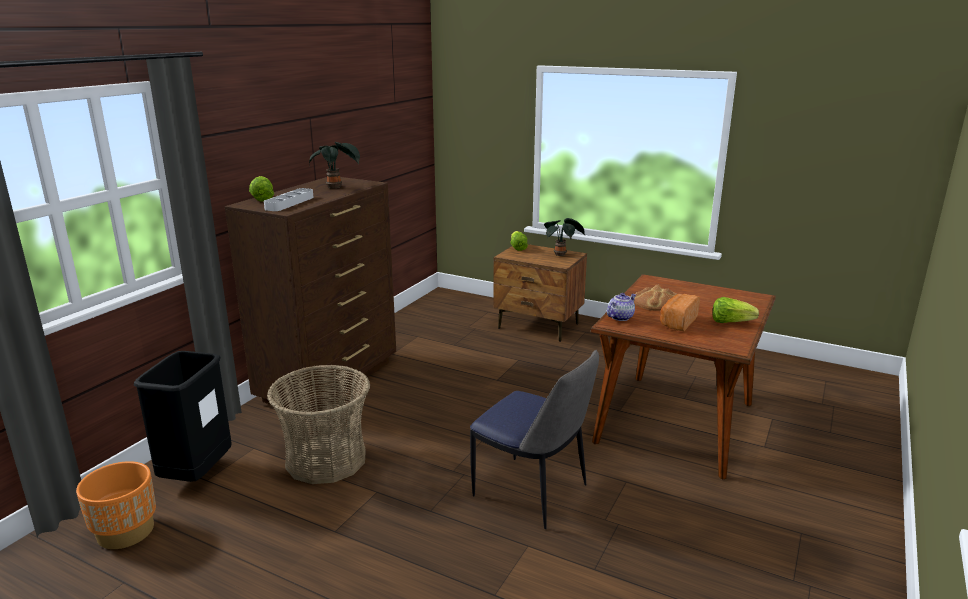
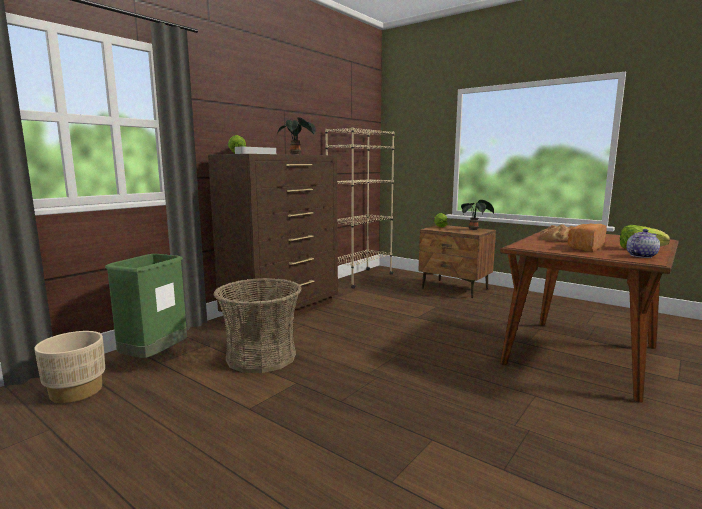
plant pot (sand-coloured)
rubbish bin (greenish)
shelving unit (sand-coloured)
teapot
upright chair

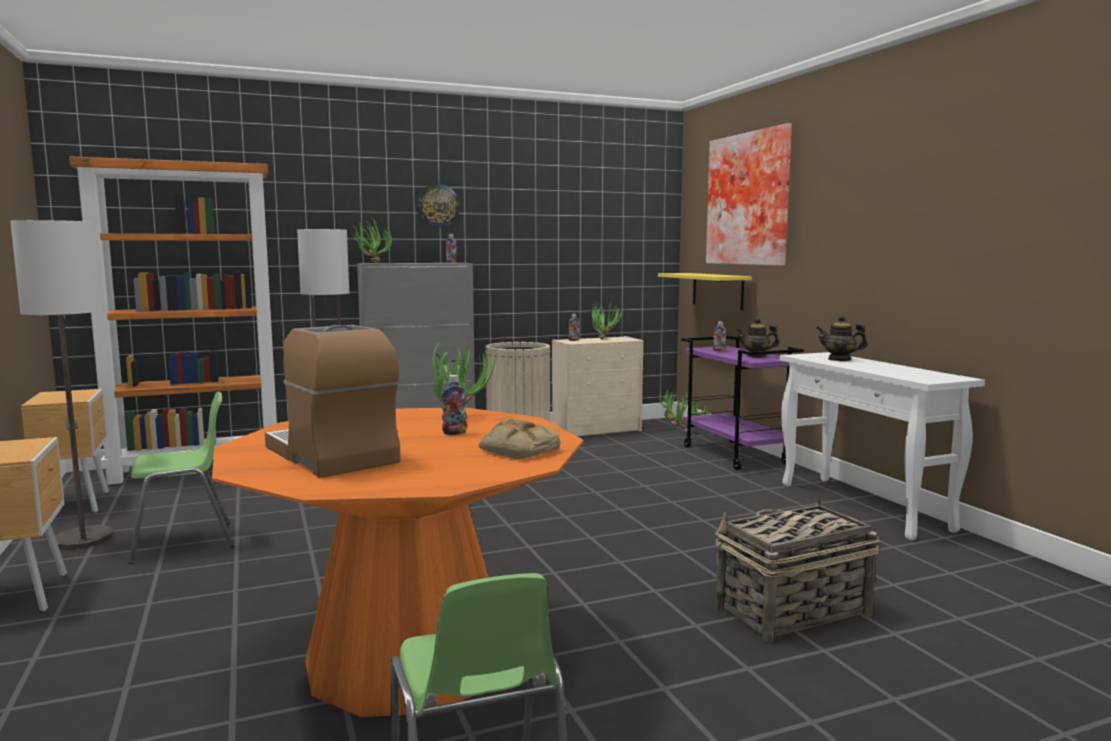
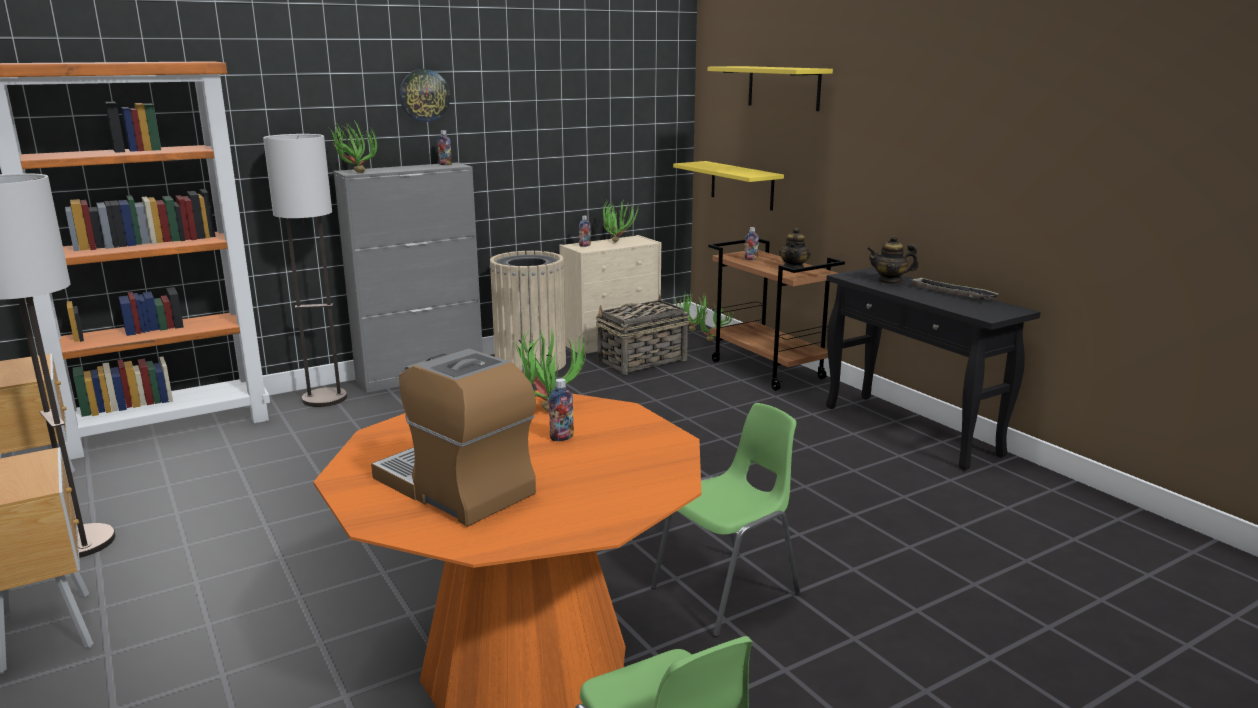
household basket
upright chair (greenish) (2nd from left)
shelf (yellow) (2nd from left)
cart (brown-coloured)
teapot (1st from left)
console table (black-coloured)
serving tray
bread

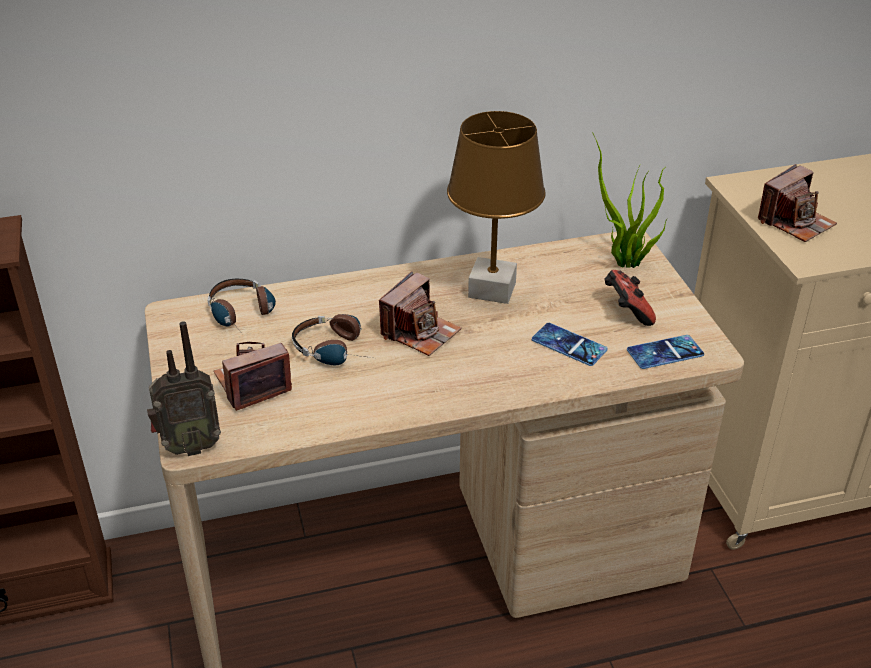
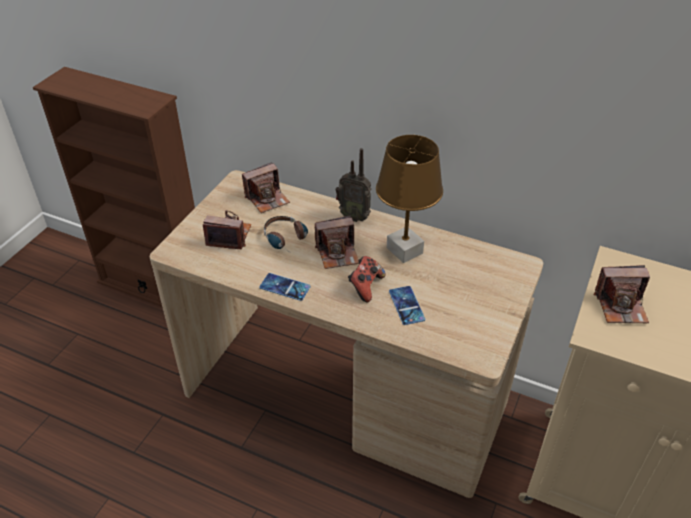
photo camera (2nd from left)
telephone (1st from left)
radio set
game controller
potted plant

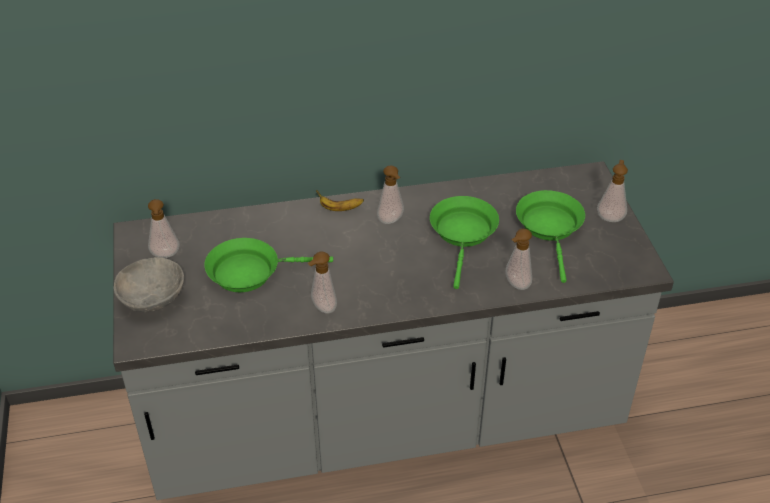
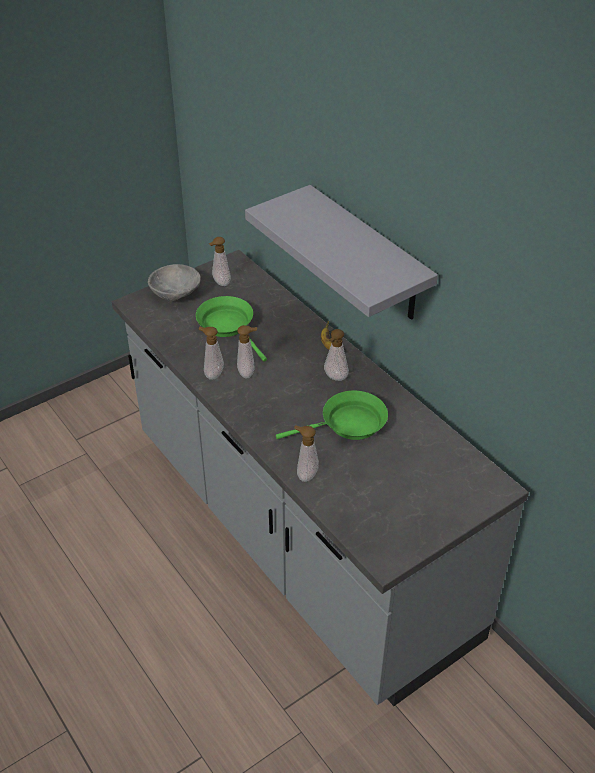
soap bottle (3rd from left)
shelf (grey)
frying pan (greenish) (3rd from left in the first image)

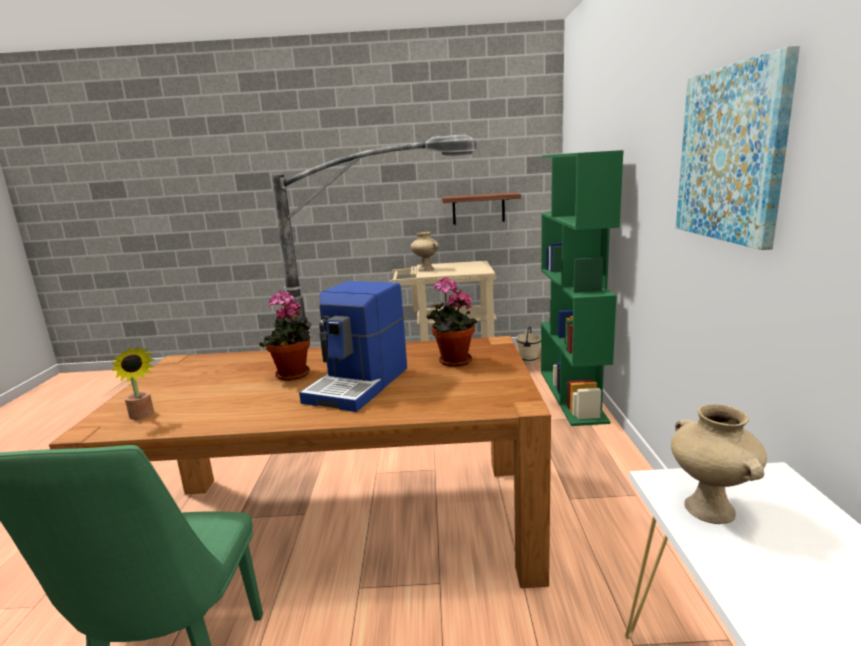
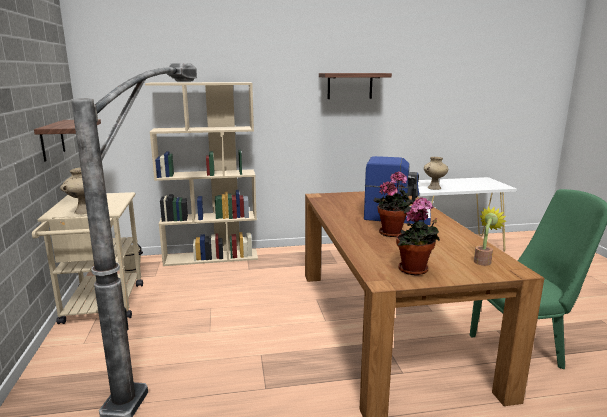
shelving unit (sand-coloured)
shelf (2nd from left)
potted plant (2nd from left)

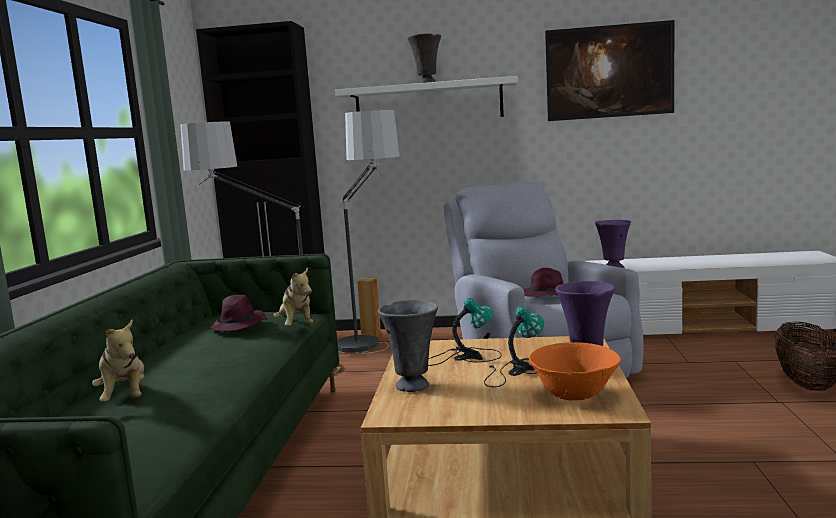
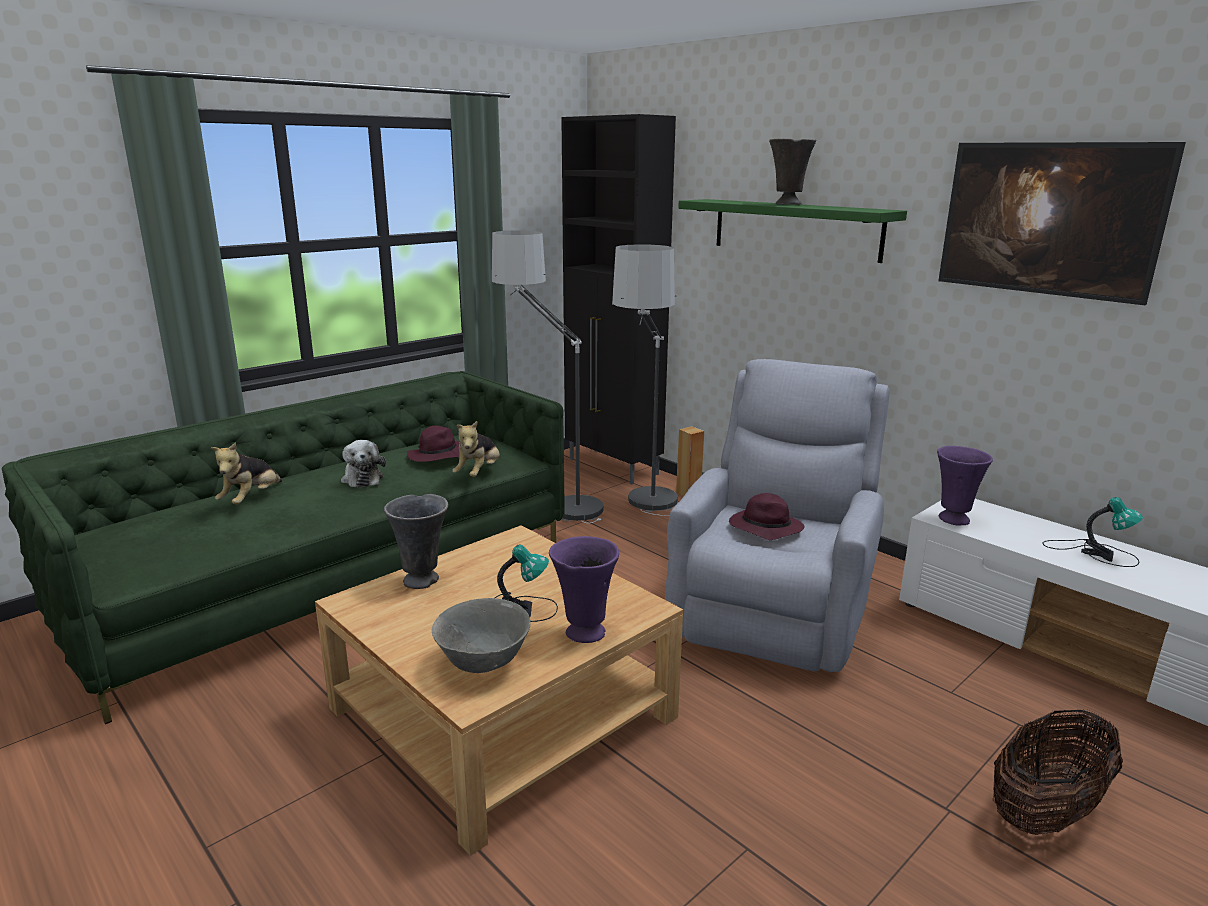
plush toy (2nd from left)
deep dish (grey)
shelf (greenish)
lamp for a table (2nd from left)

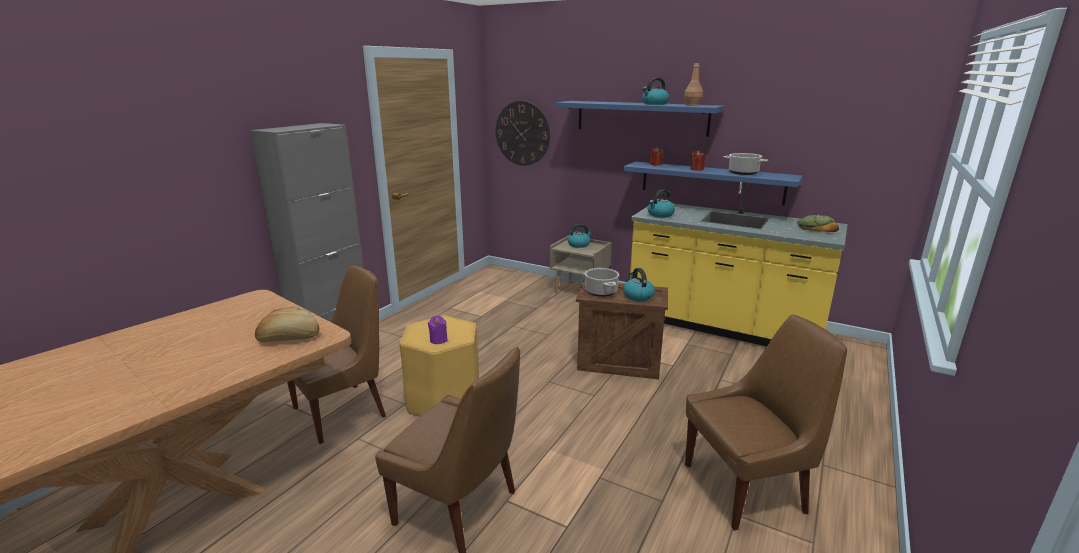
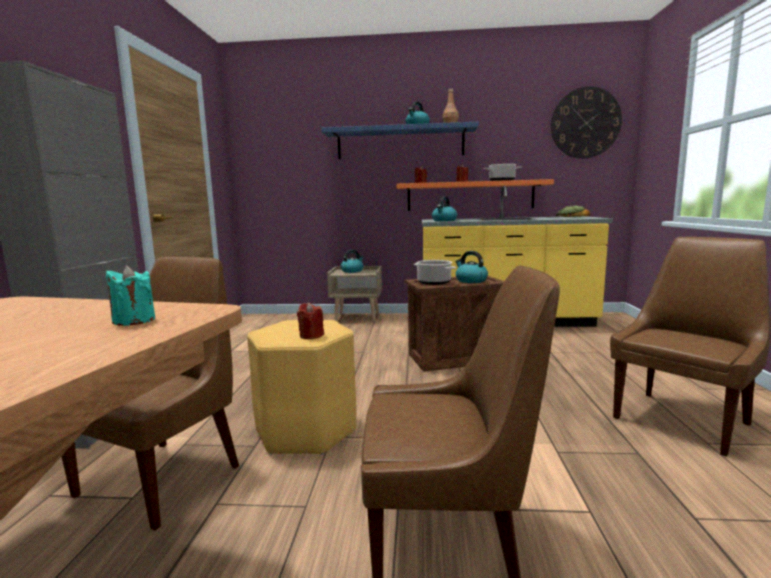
wax light (turquoise-coloured)
wax light (red) (1st from left)
shelf (orange-coloured)
hanging clock

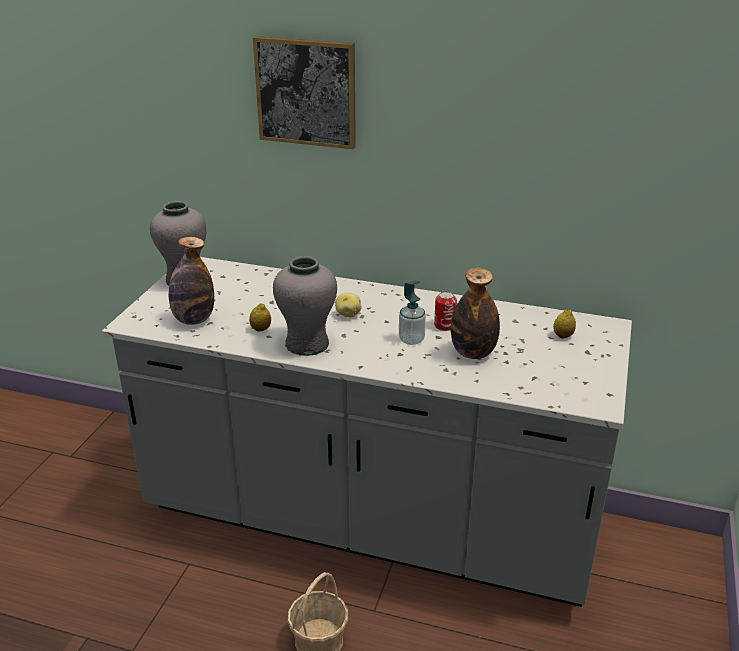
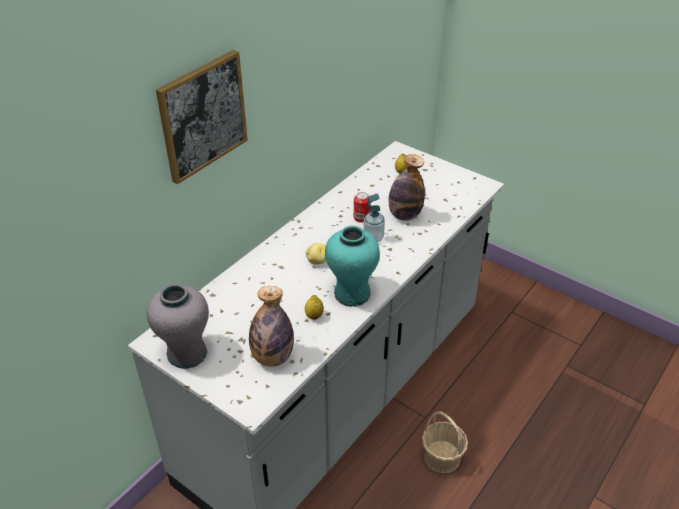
vase (turquoise-coloured)

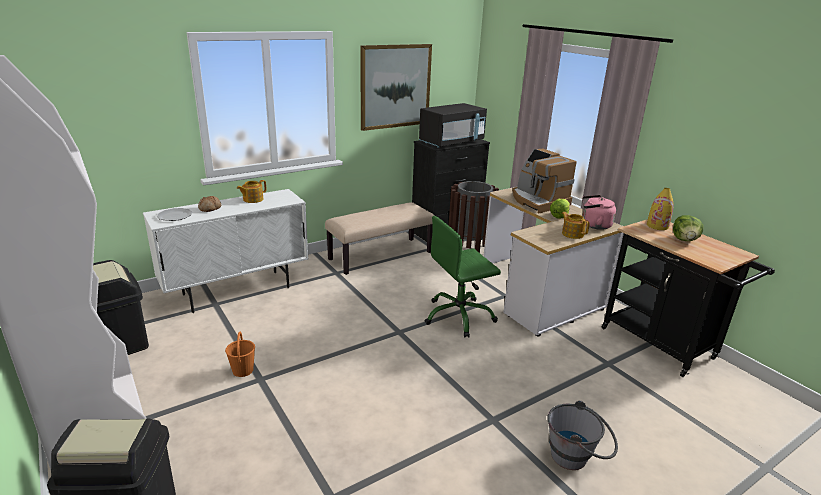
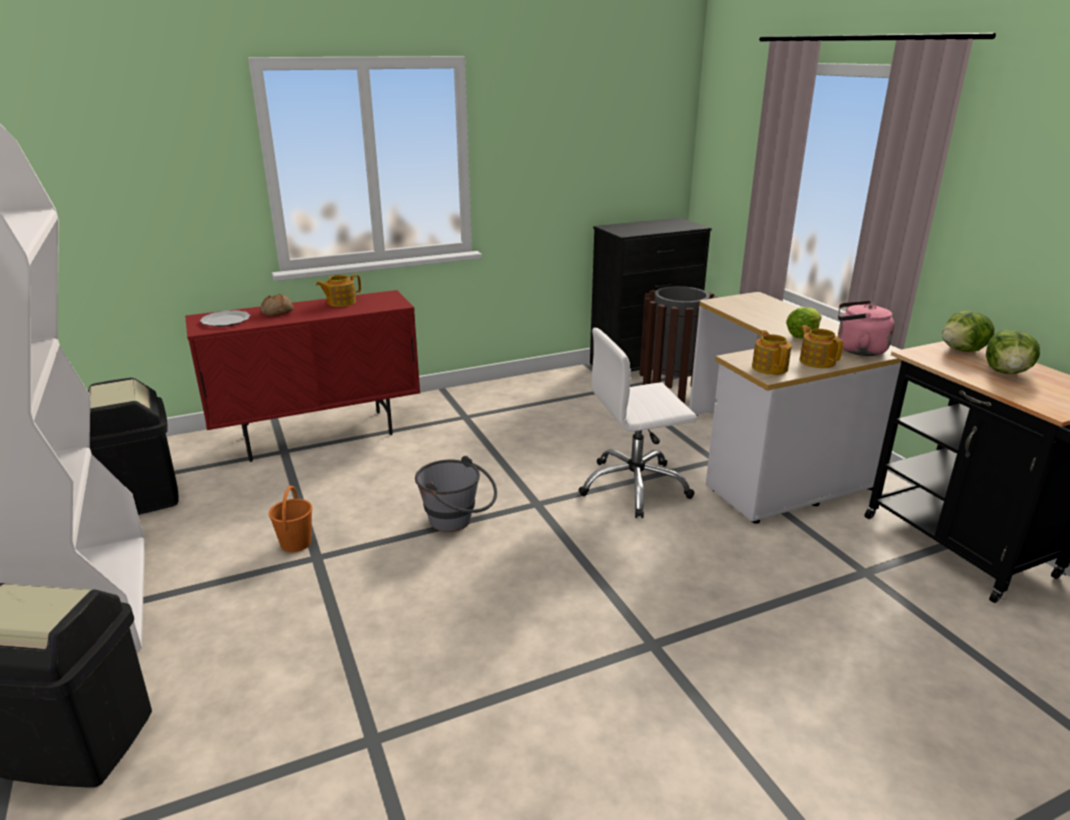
cabinet (red)
water bucket (grey)
office chair (white-coloured)
teapot (2nd from left)
lettuce (2nd from left)
indoor bench (sand-coloured)
wall picture
microwave (black-coloured)
coffee brewer

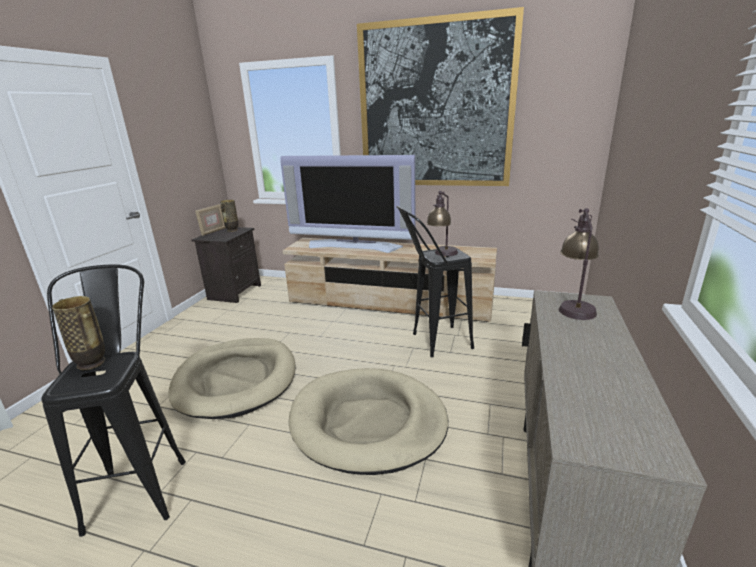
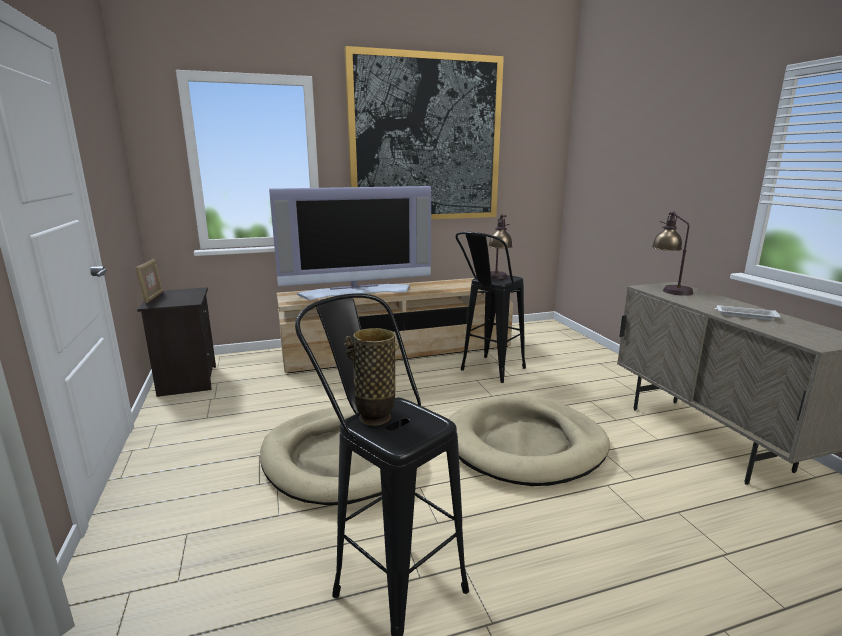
serving tray (white-coloured)
vase (2nd from left in the first image)

